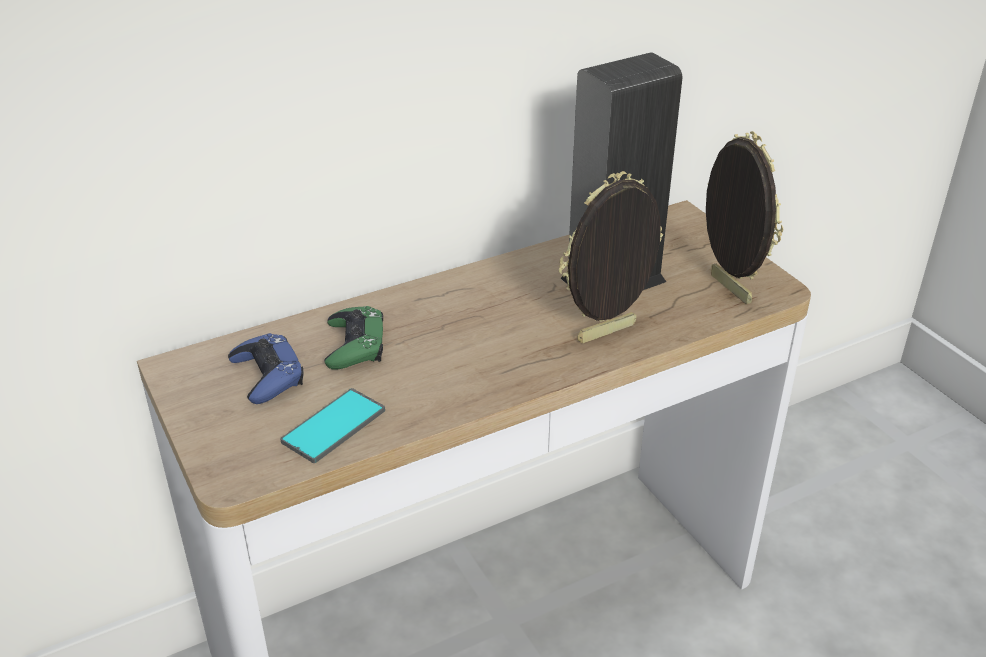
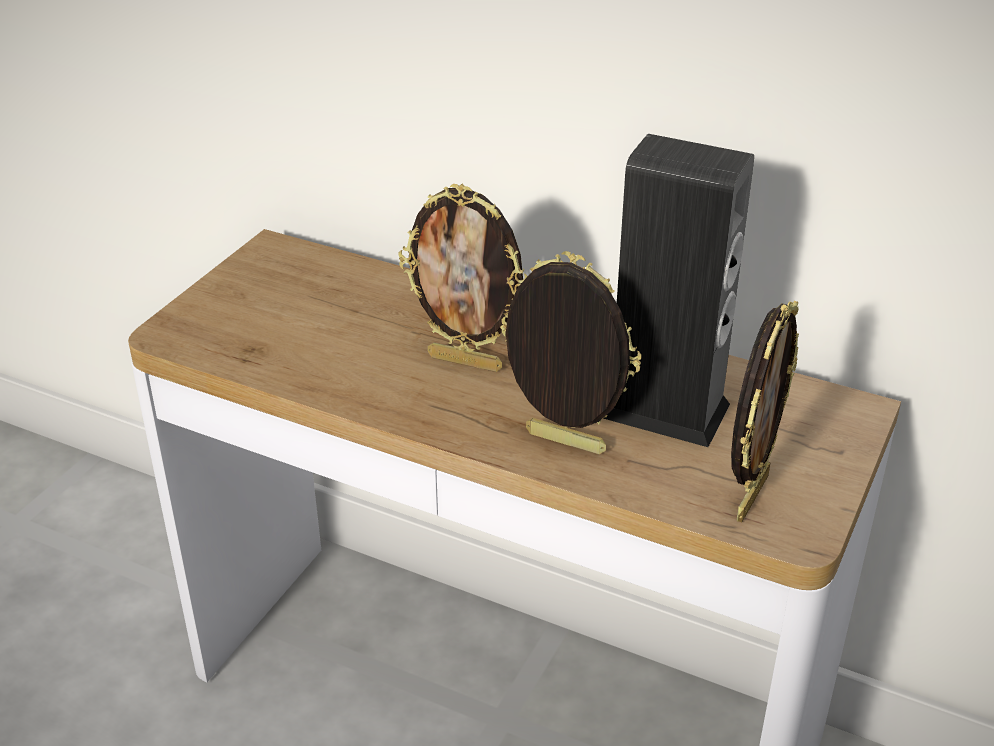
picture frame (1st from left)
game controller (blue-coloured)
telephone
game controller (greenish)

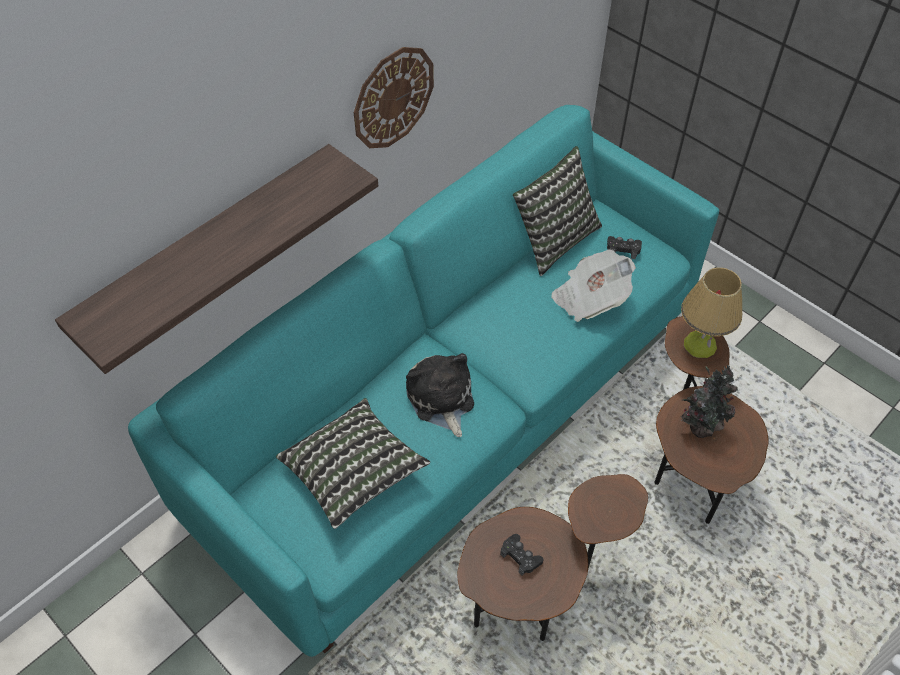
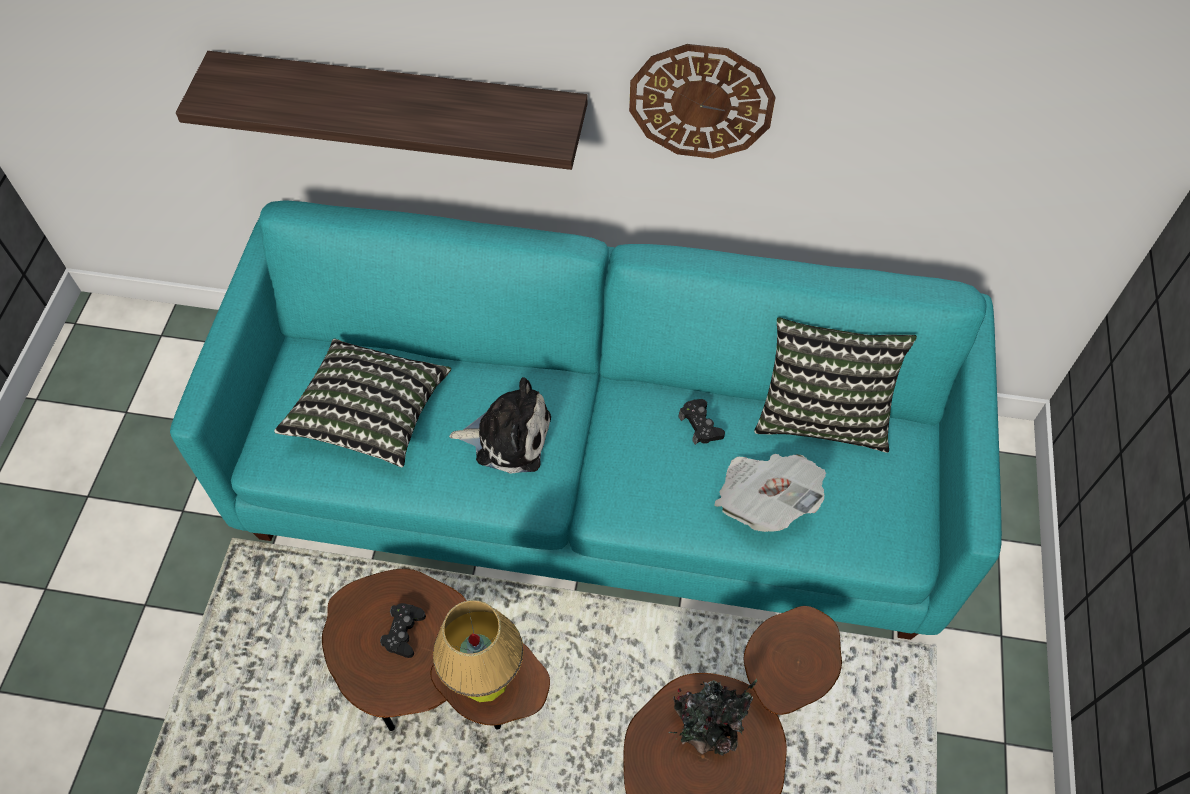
lamp for a table
plush toy
game controller (black-coloured) (2nd from left)

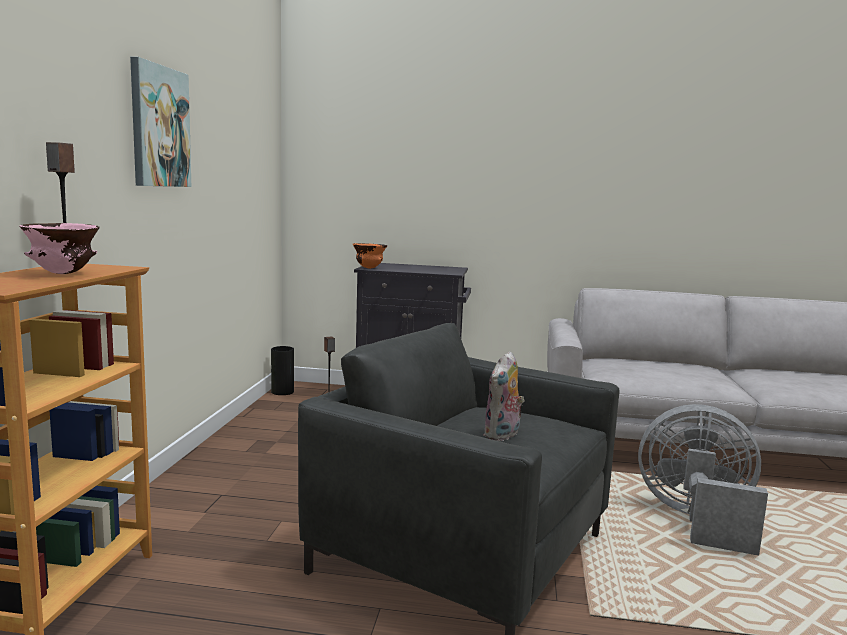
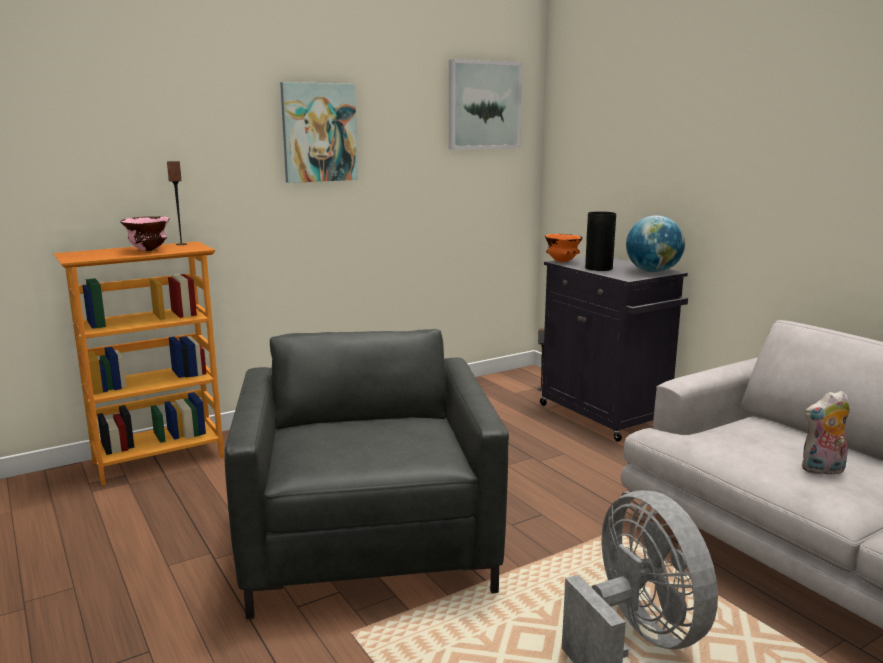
wall picture (2nd from left)
vase
desk globe
plush toy

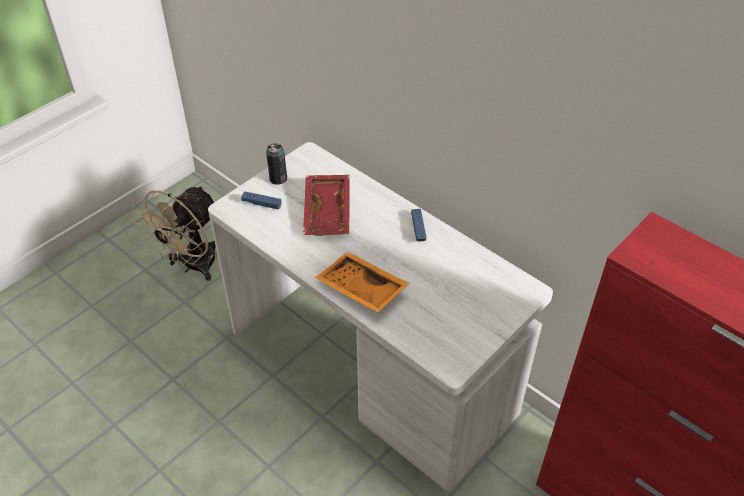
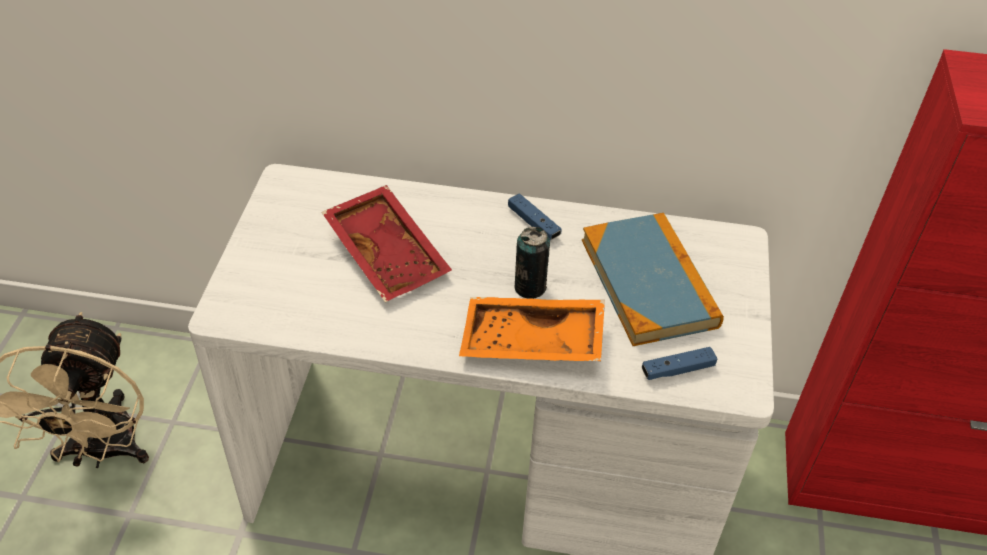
sealed can
volume
game controller (blue-coloured) (2nd from left)

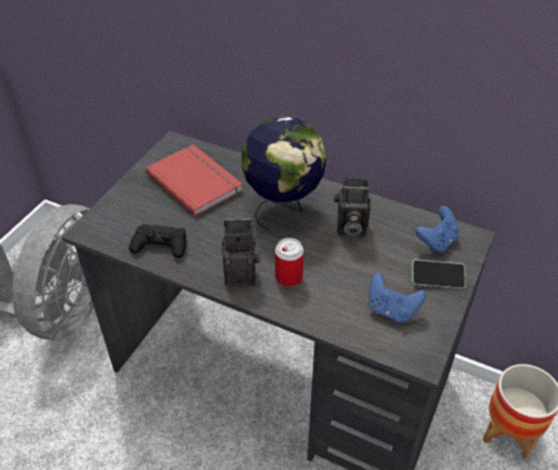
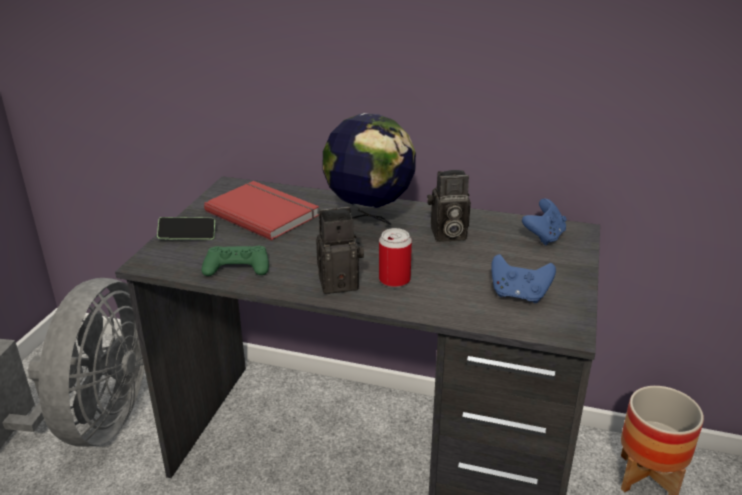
telephone
game controller (greenish)

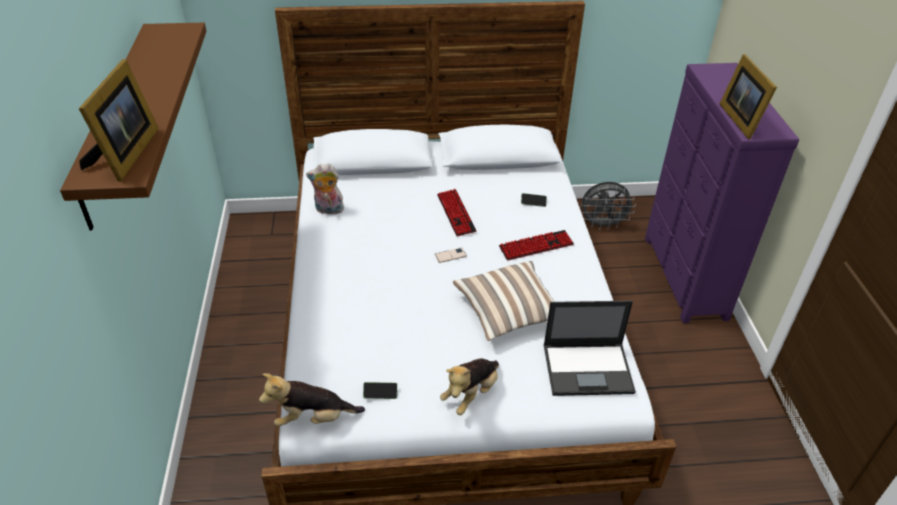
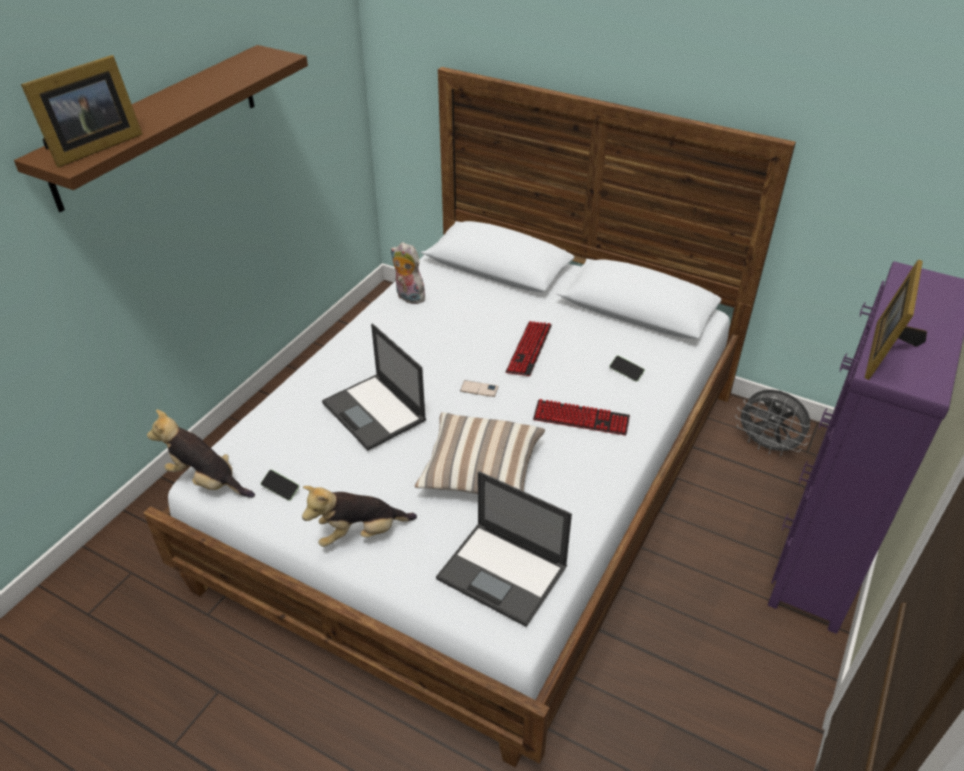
notebook computer (1st from left)

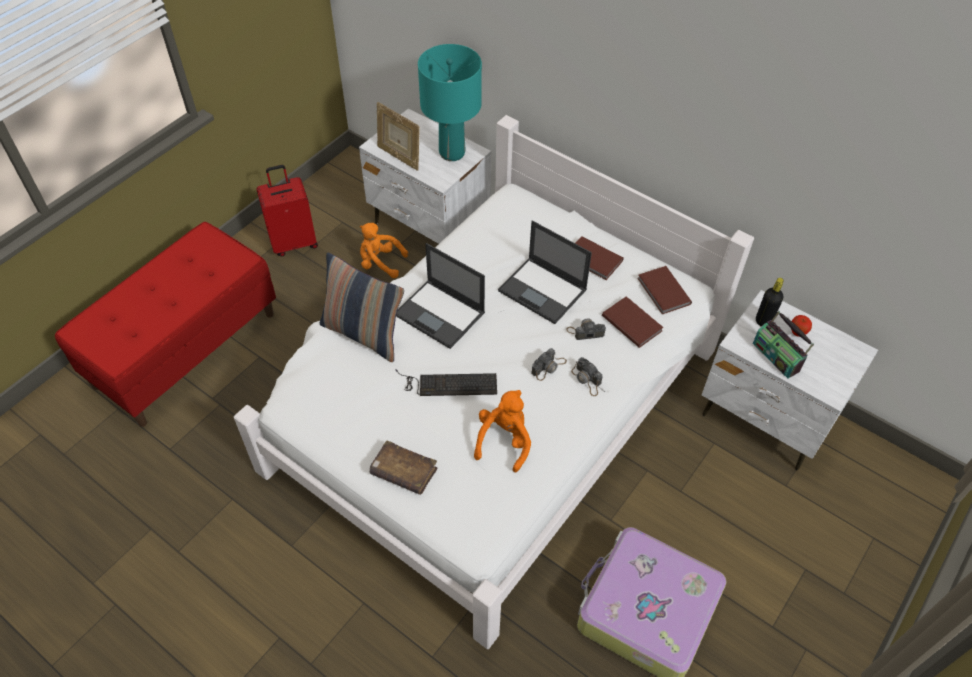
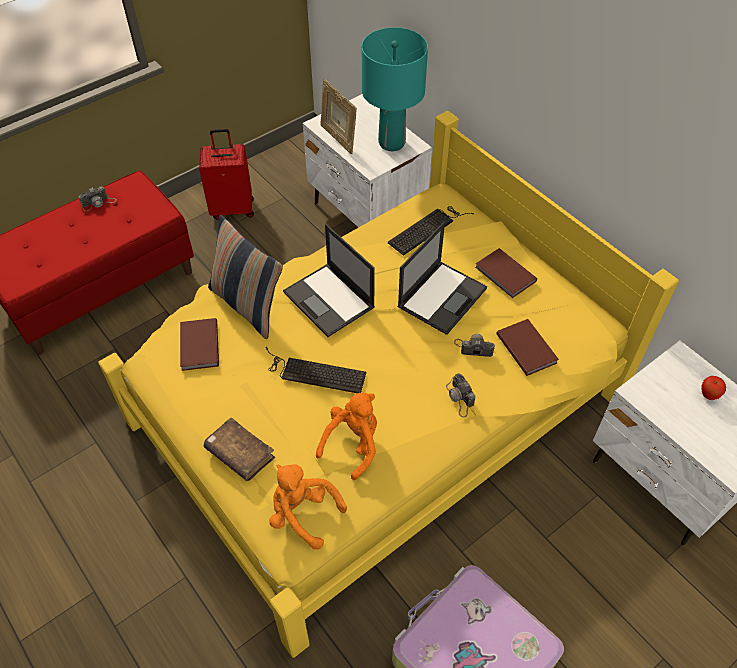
photo camera (1st from left)
bed (yellow)
volume (brown-coloured) (1st from left)
plush toy (orange-coloured) (1st from left)
PC keyboard (2nd from left)
notebook computer (2nd from left)
radio set
bottle (black-coloured)

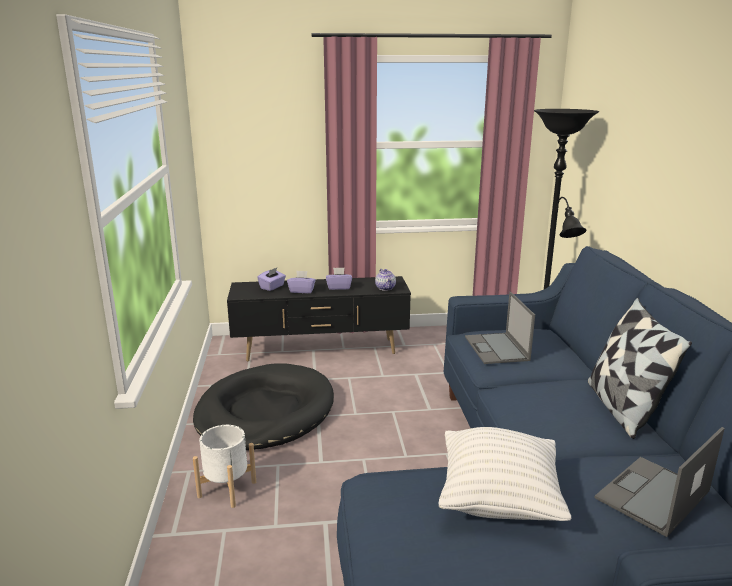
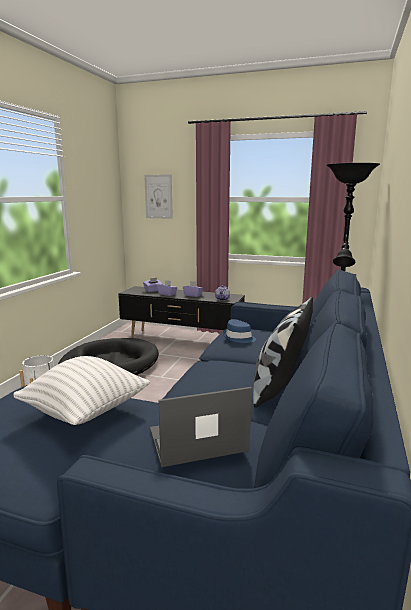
wall picture
clothing hat (blue-coloured)

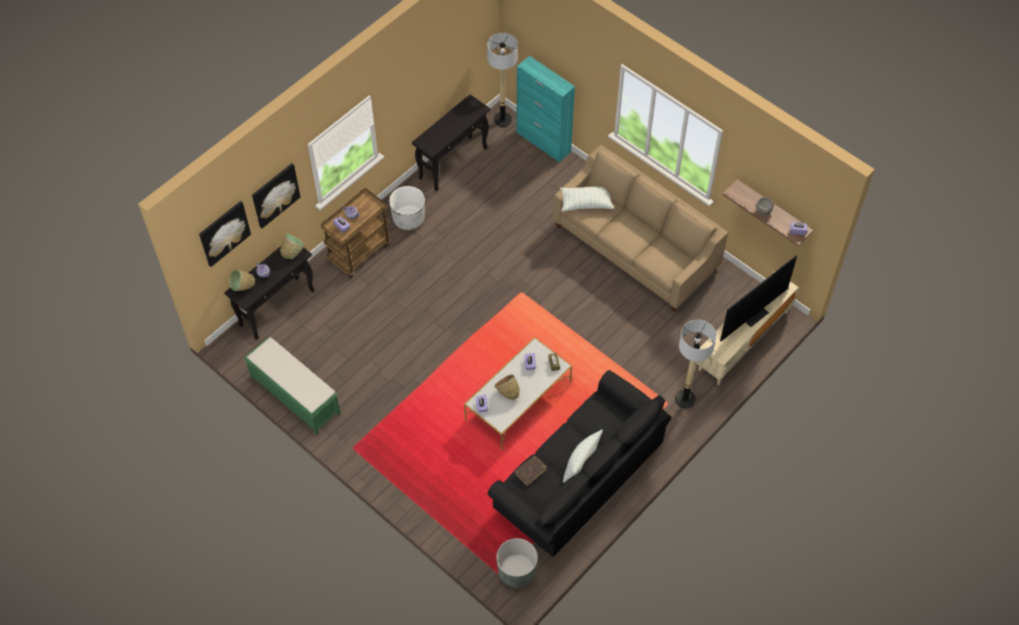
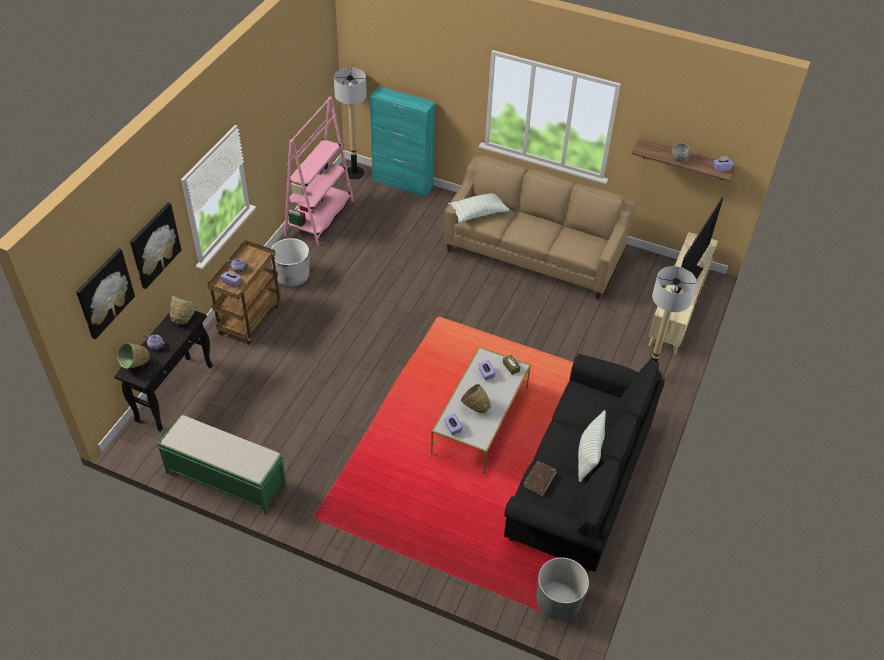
shelving unit (pink-coloured)

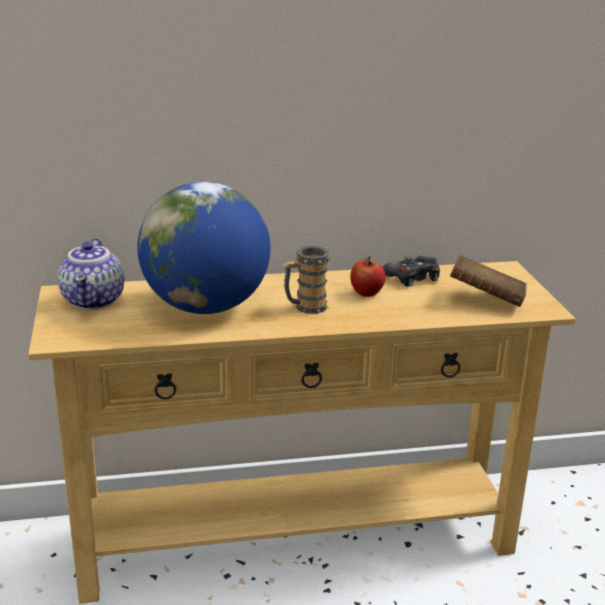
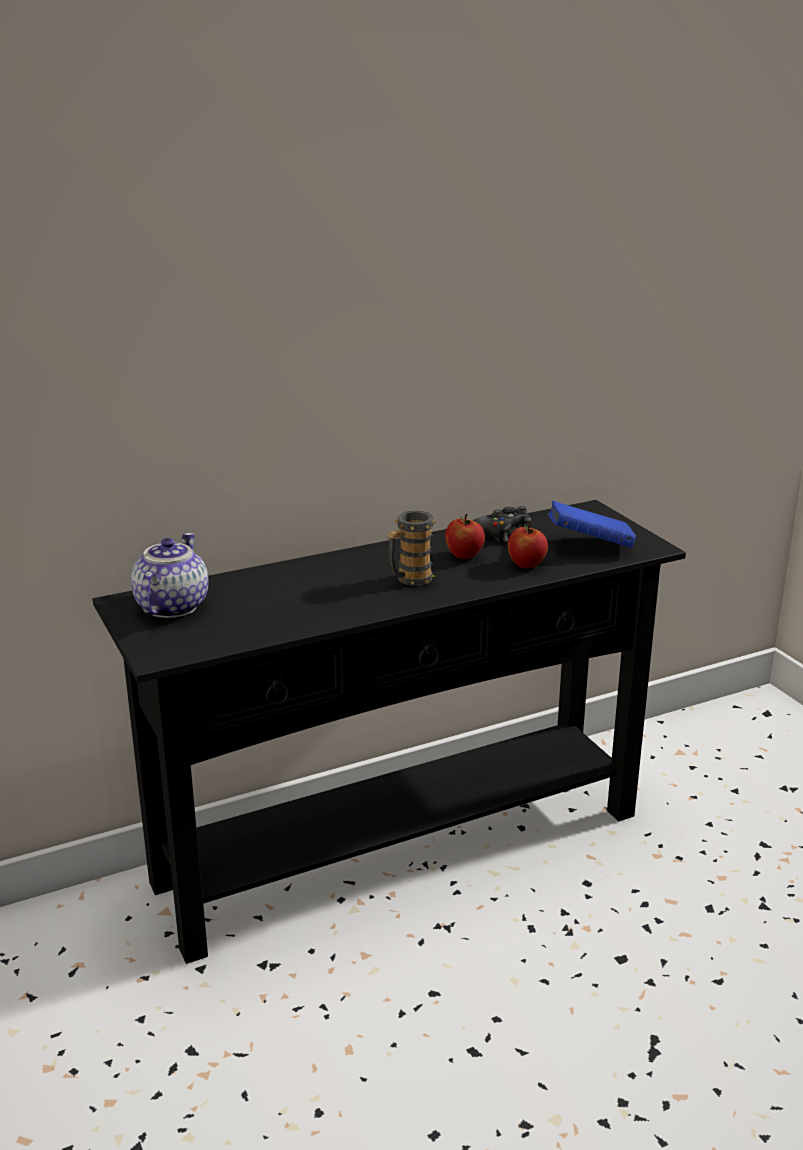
console table (black-coloured)
teapot
whole apple (2nd from left)
volume (blue-coloured)
desk globe

